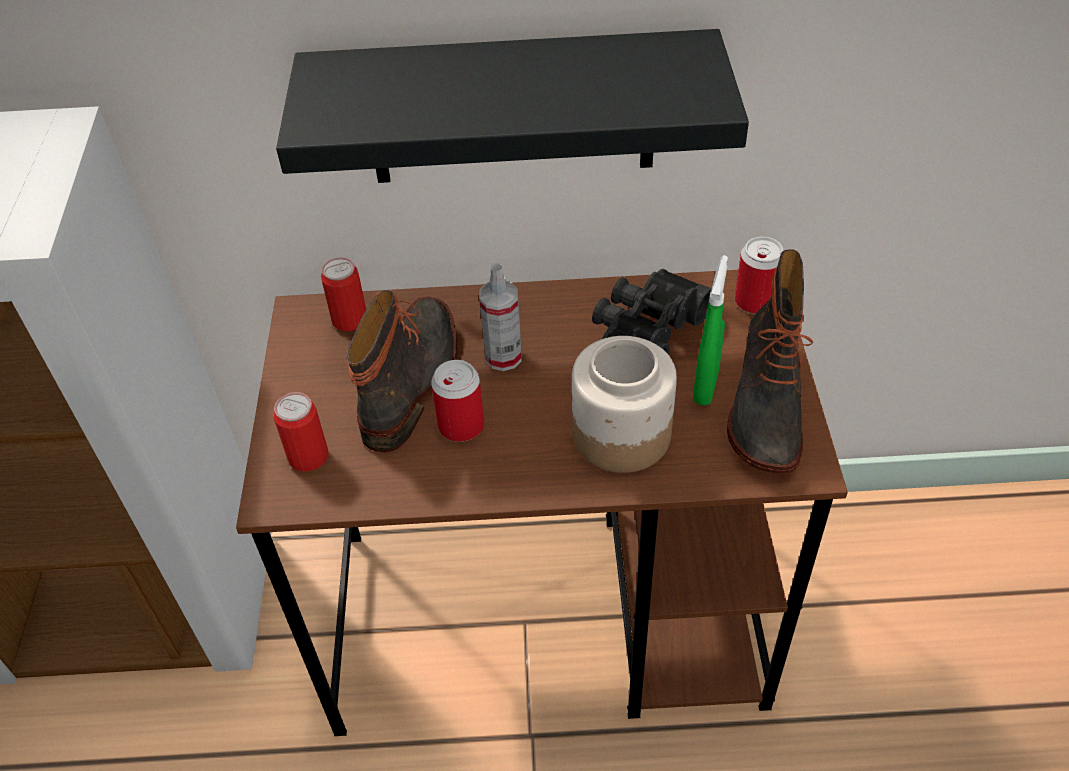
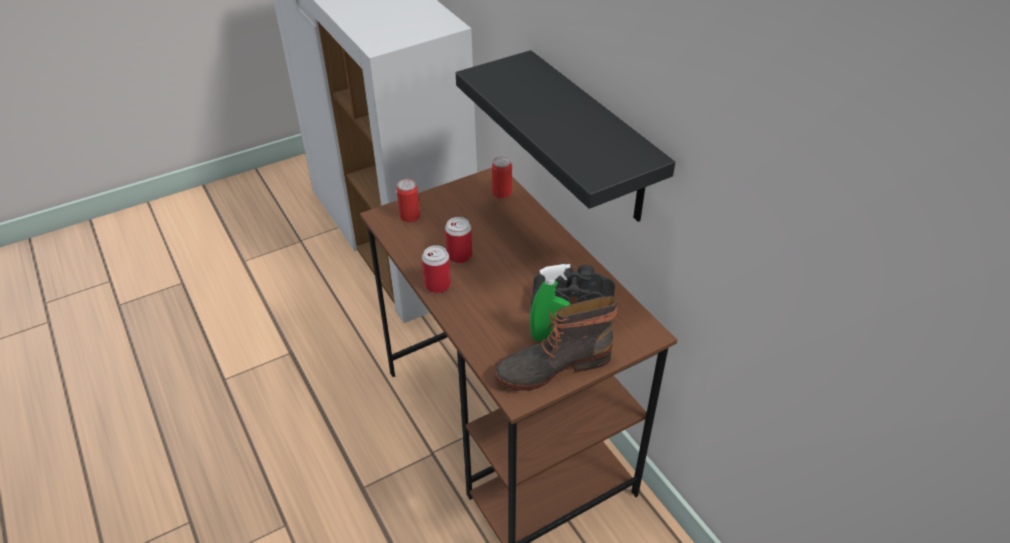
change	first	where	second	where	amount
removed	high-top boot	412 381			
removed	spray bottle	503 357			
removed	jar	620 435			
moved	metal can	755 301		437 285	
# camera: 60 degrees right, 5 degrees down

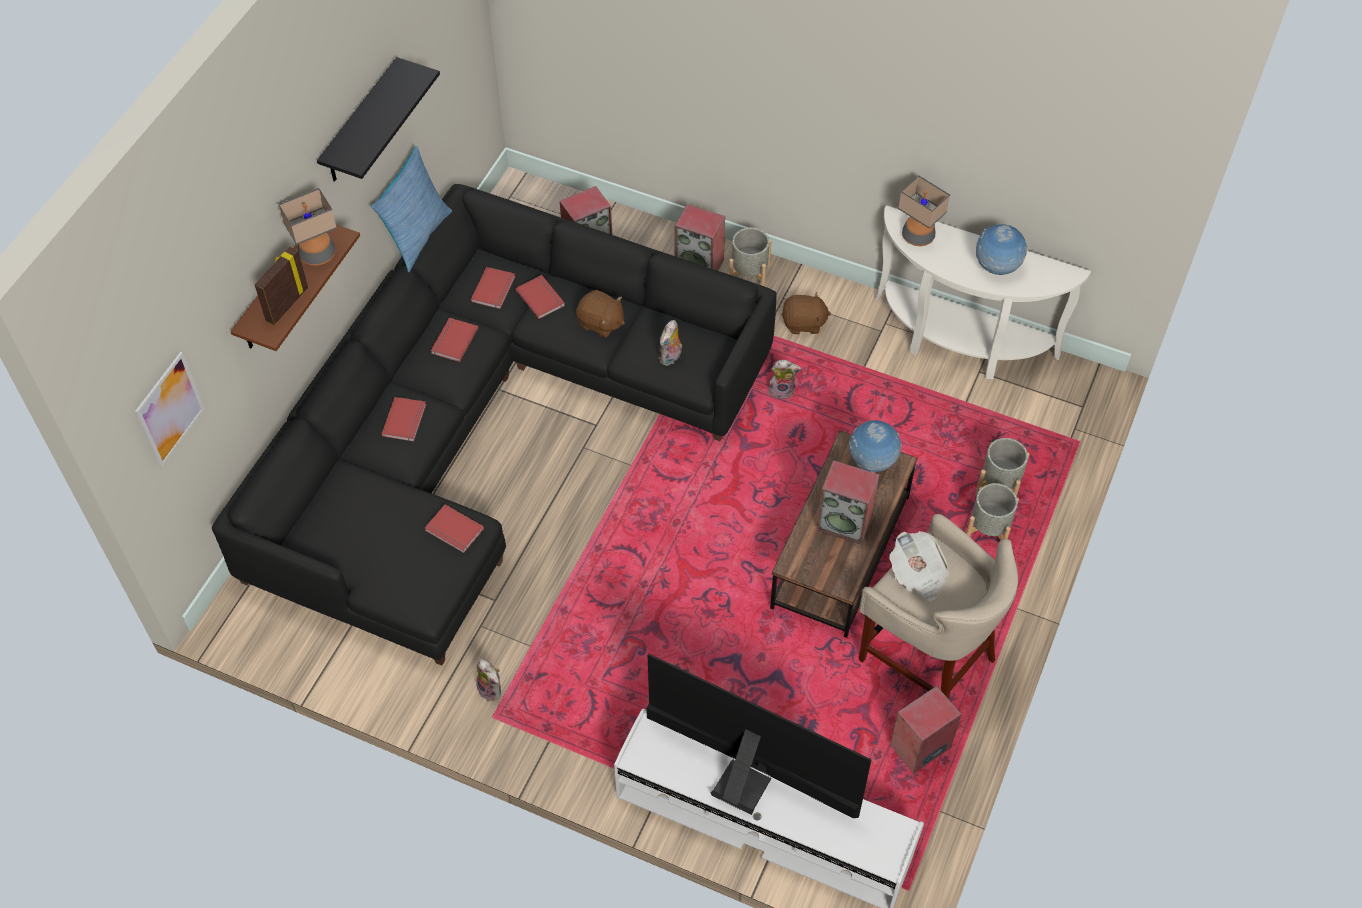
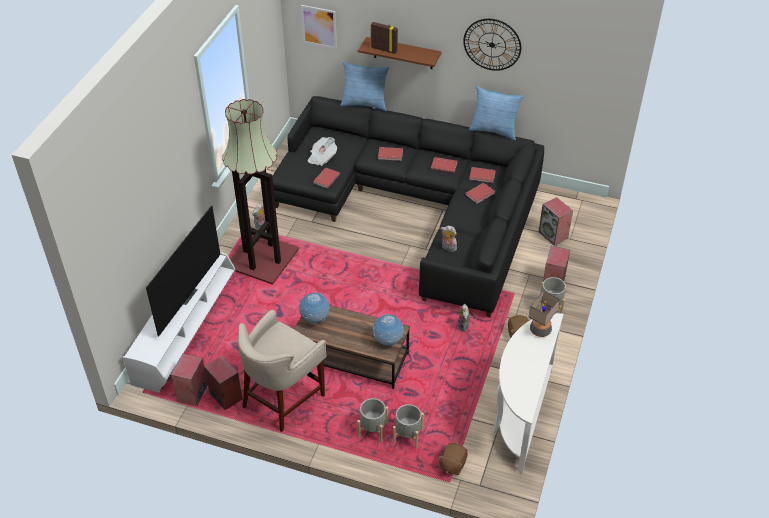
change	first	where	second	where	amount
removed	lamp for a table	318 254			
added			standard lamp	263 258	
added			pillow	364 103	
moved	brown plush toy	601 323		452 464	
moved	loudspeaker	845 522		193 393	
moved	newspaper	918 575		322 158	
moved	world globe	997 268		315 319	
replaced	blackish shelf	360 123	wall clock	492 44	
# camera: 85 degrees right, 10 degrees down

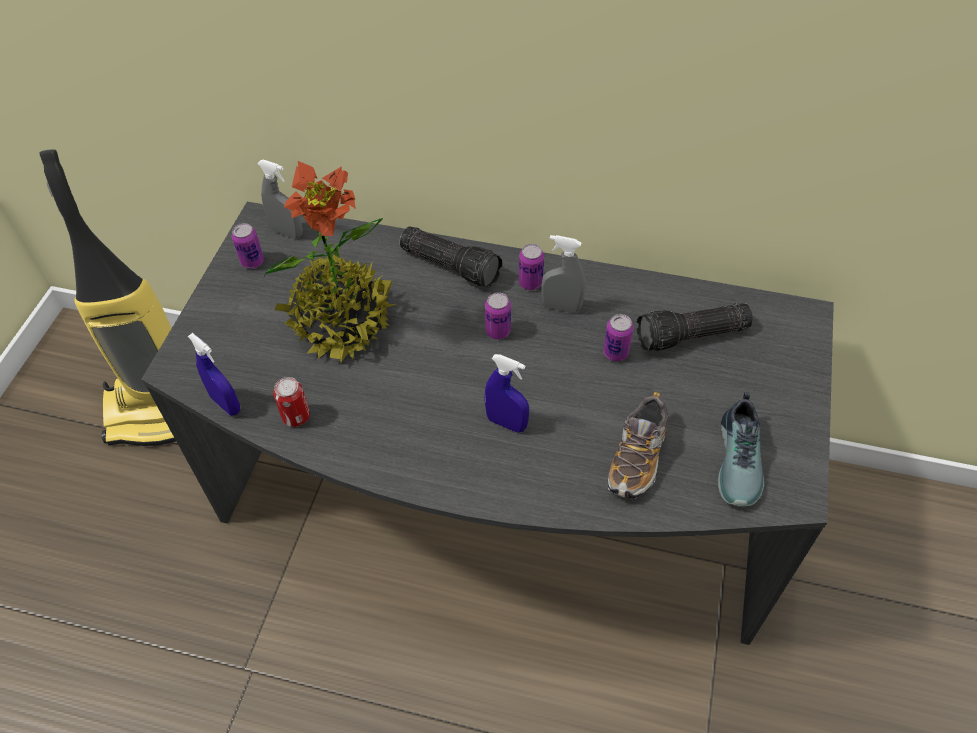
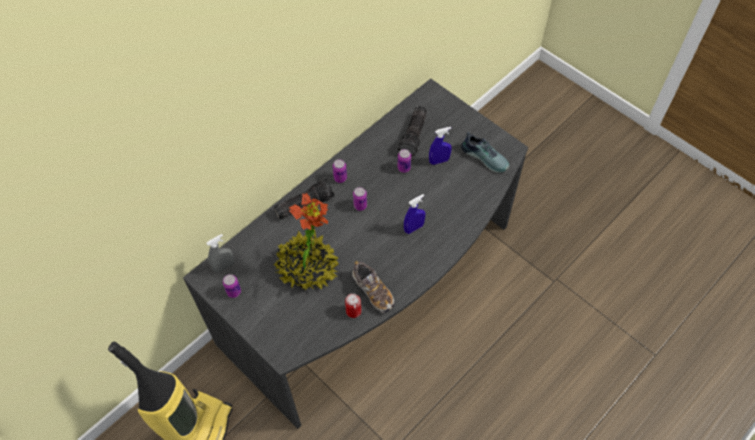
change	first	where	second	where	amount
removed	grey spray bottle	561 307			
moved	blue spray bottle	226 404		439 161	
moved	item of footwear	637 458		373 291	
# camera: 60 degrees left, 5 degrees up

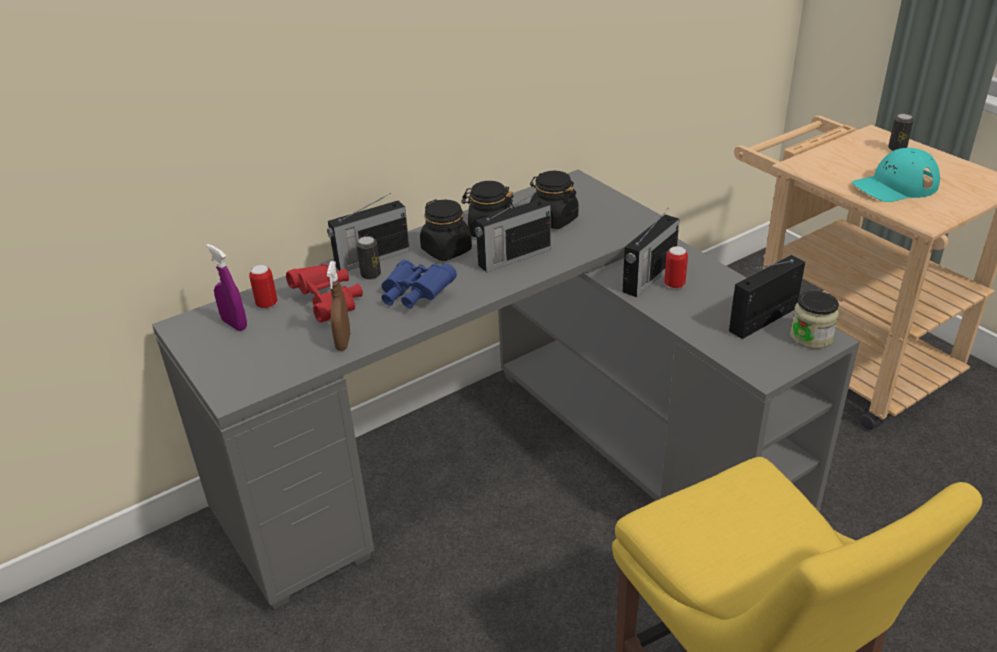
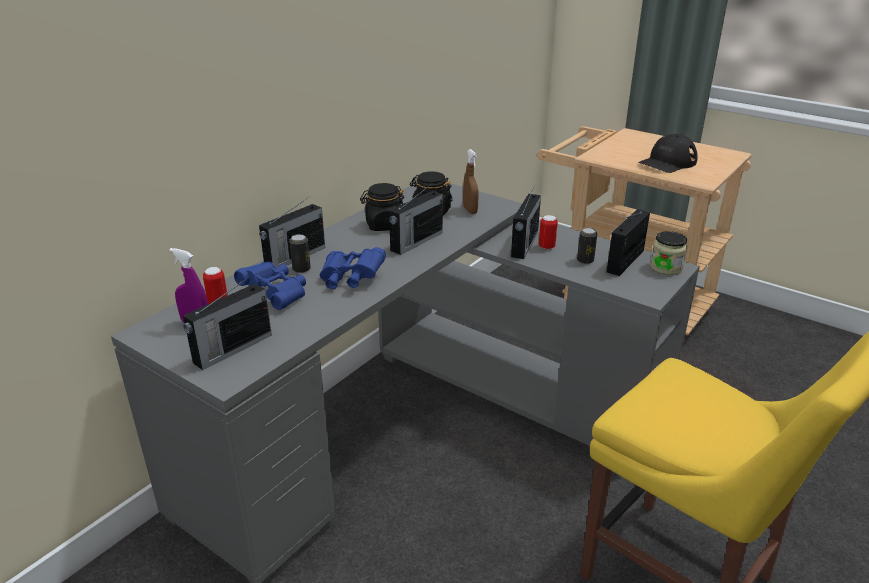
change	first	where	second	where	amount
removed	blackish jar	447 250			
added			radio	231 349	
moved	brown spray bottle	343 342		470 210	
moved	metal can	897 149		585 260	
recoloured	reddish pair of binoculars	329 302	blue pair of binoculars	276 294	
recoloured	turquoise cap	895 186	blackish cap	667 162	
# camera: 20 degrees left, 5 degrees down

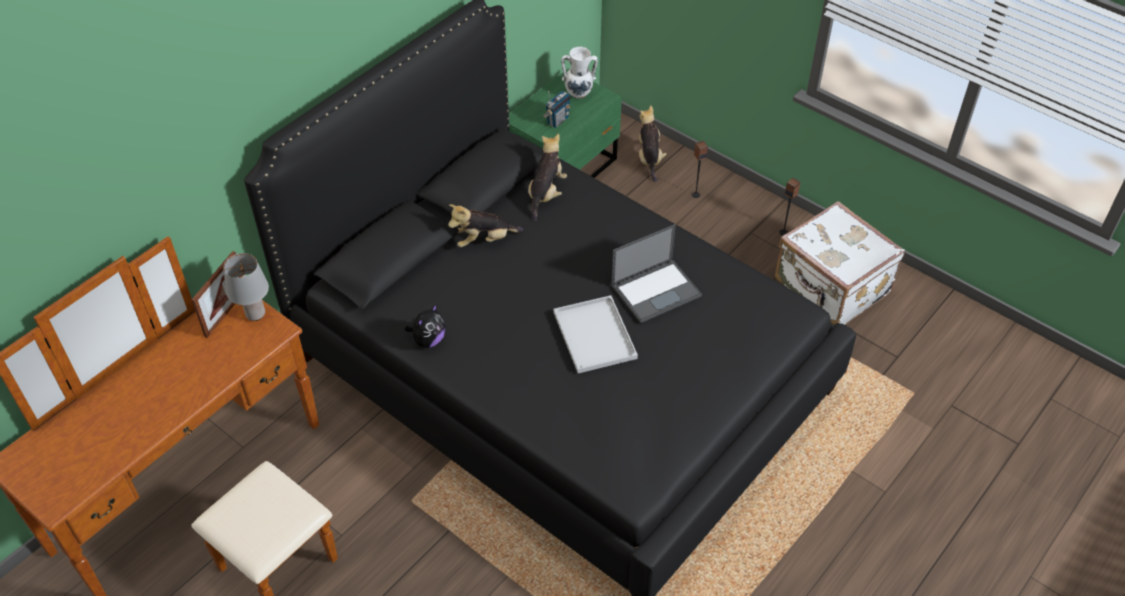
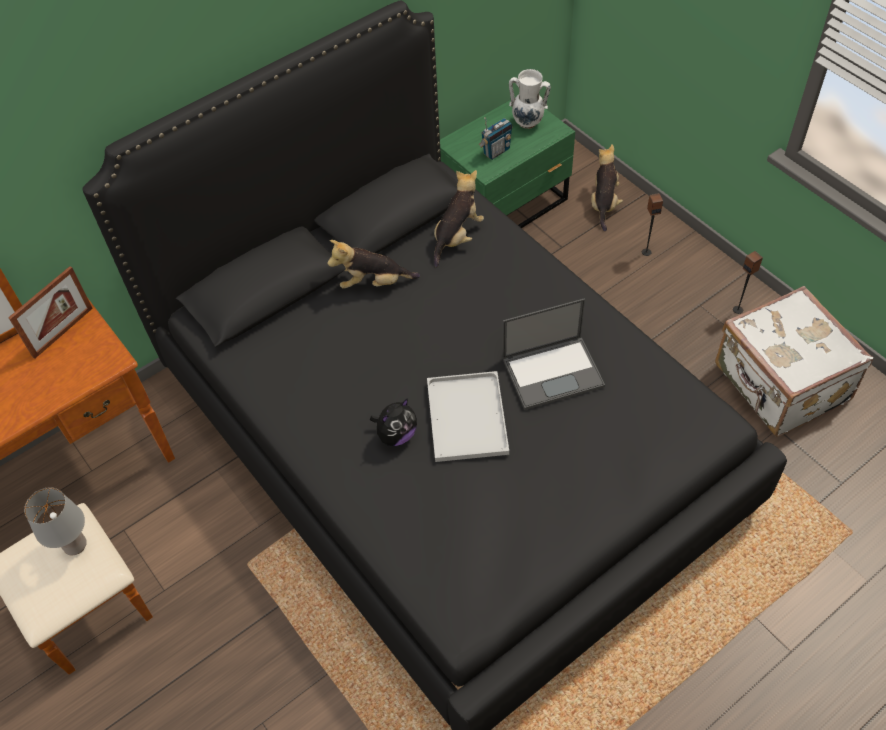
change	first	where	second	where	amount
moved	grey lamp for a table	255 315		75 546	
moved	plush toy	428 340		396 435	
# camera: 15 degrees right, 5 degrees up

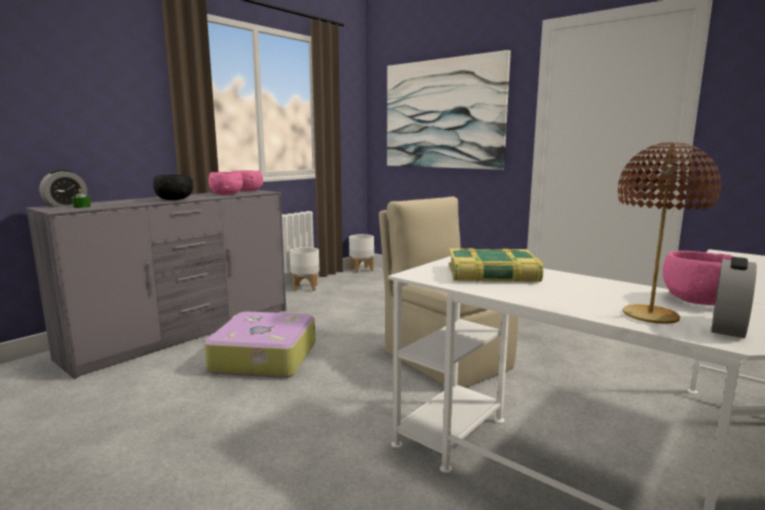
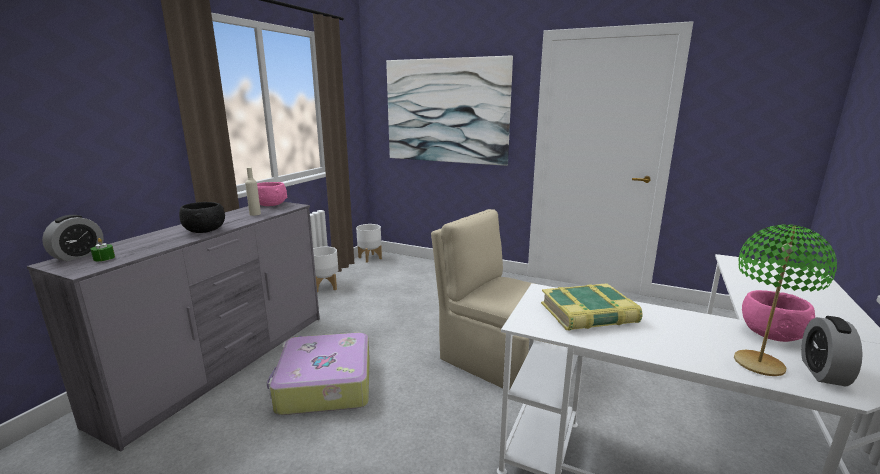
change	first	where	second	where	amount
replaced	pink-coloured bowl	227 194	beige-coloured drink bottle	255 214	
recoloured	brown lamp for a table	649 316	green-coloured lamp for a table	758 364	
# camera: 15 degrees left, 5 degrees up

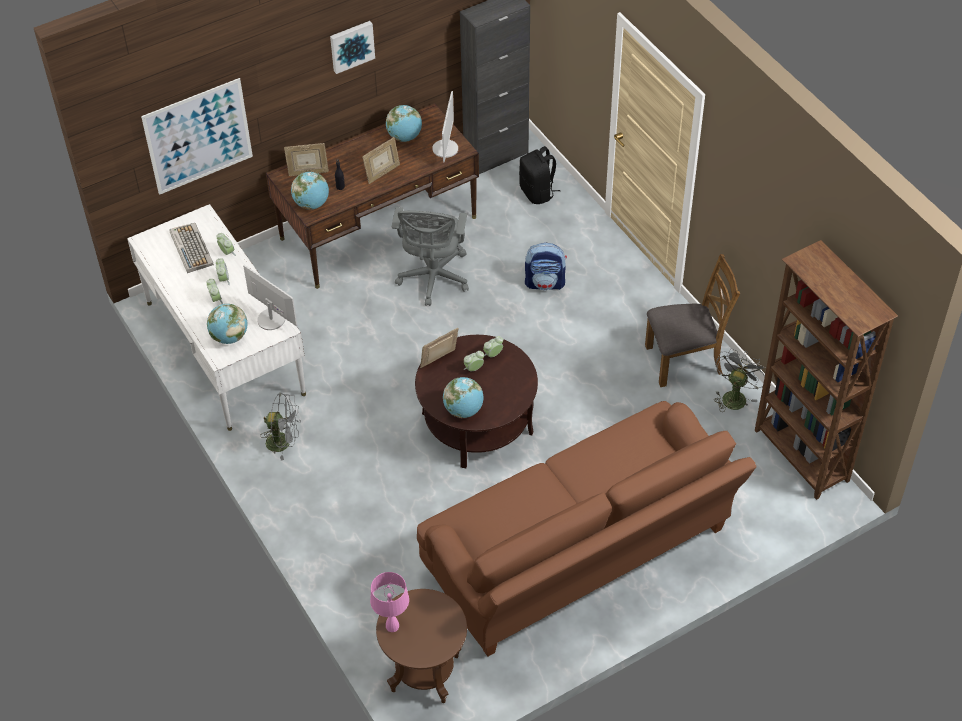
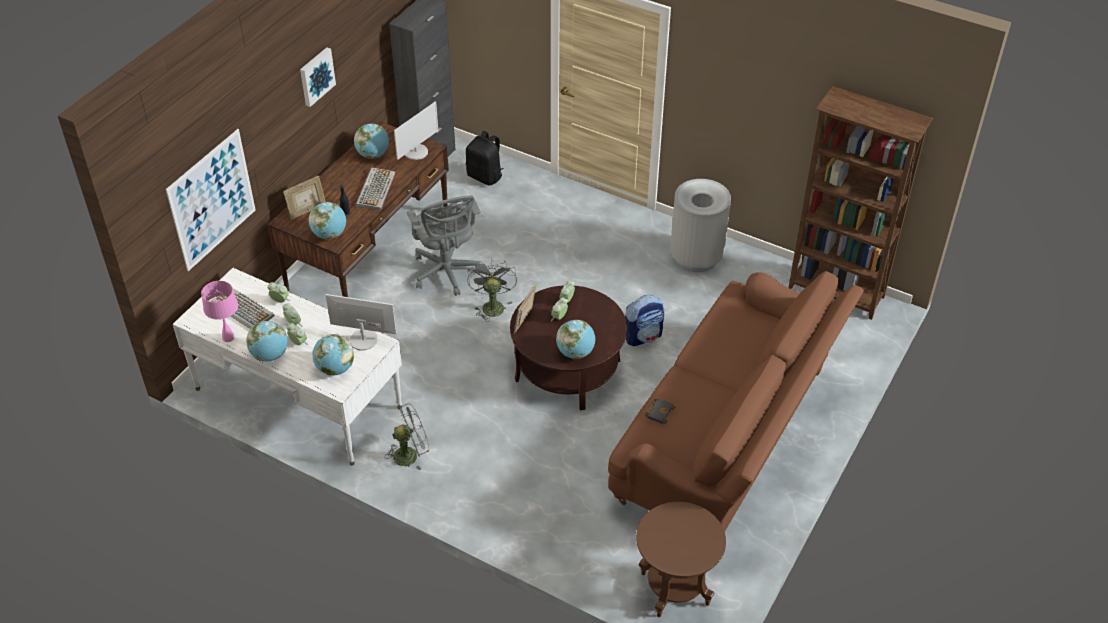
change	first	where	second	where	amount
added			world globe	270 355	
added			blackish bound book	659 412	
moved	pink-coloured lamp for a table	392 626		228 337	
moved	knapsack	545 283		643 336	
moved	grey fan	735 396		492 305	
replaced	photo frame	382 173	keyboard	375 189	
replaced	brown chair	684 360	grey rubbish bin	696 257	
turned	monitor	445 148		416 152	60 degrees clockwise
# camera: 30 degrees left, 5 degrees down

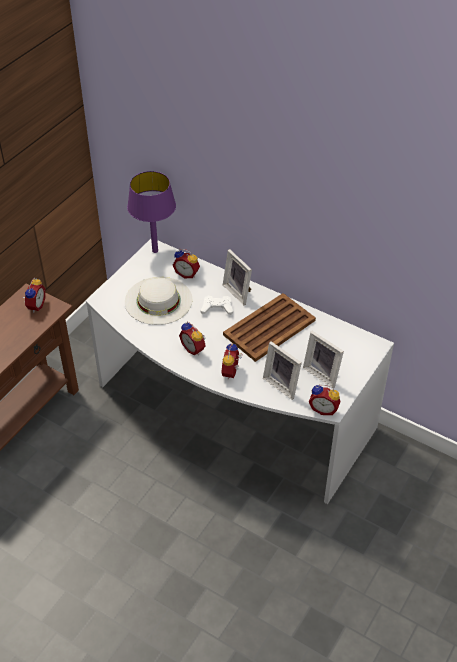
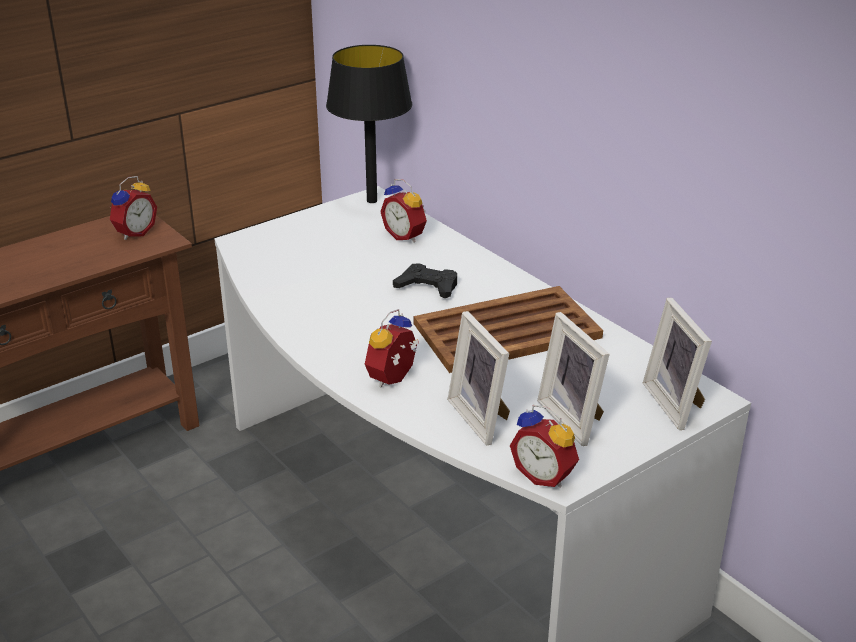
change	first	where	second	where	amount
removed	whitish wearable hat	158 300			
removed	alarm clock	194 348			
moved	photo frame	239 292		677 403	
recoloured	purplish lamp for a table	155 251	blackish lamp for a table	372 201	
recoloured	whitish joypad	217 308	blackish joypad	427 287	
# camera: 20 degrees right, 15 degrees down

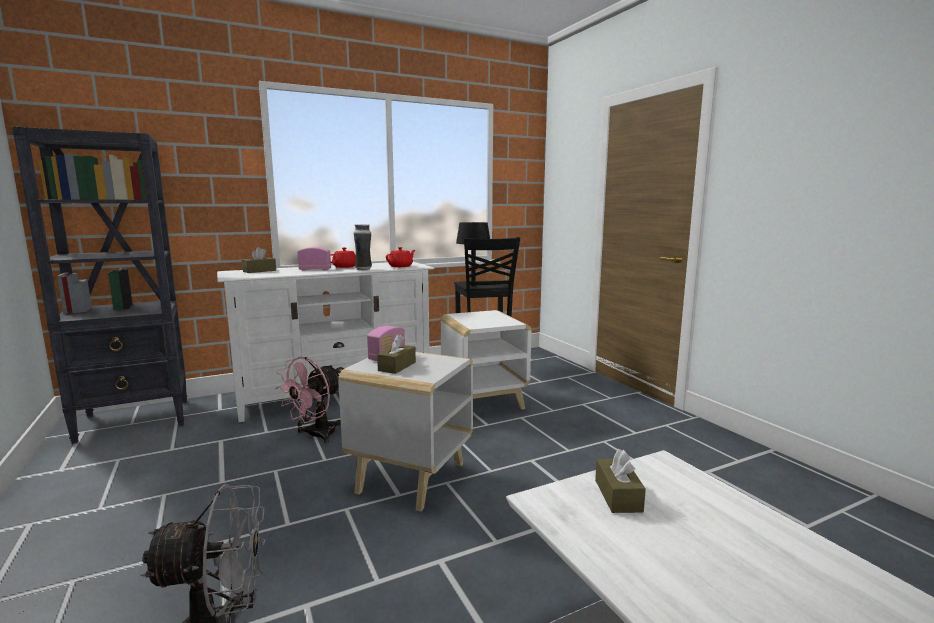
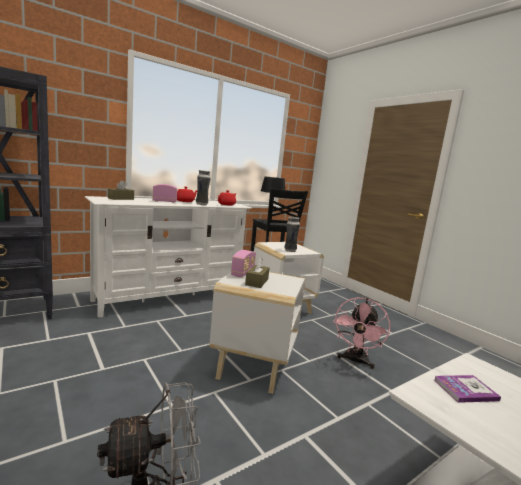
change	first	where	second	where	amount
added			flower vase	290 250	
moved	pink-coloured fan	315 435		355 361	
replaced	brown tissue box	618 495	bound book	465 390	
# camera: 10 degrees left, 0 degrees up

